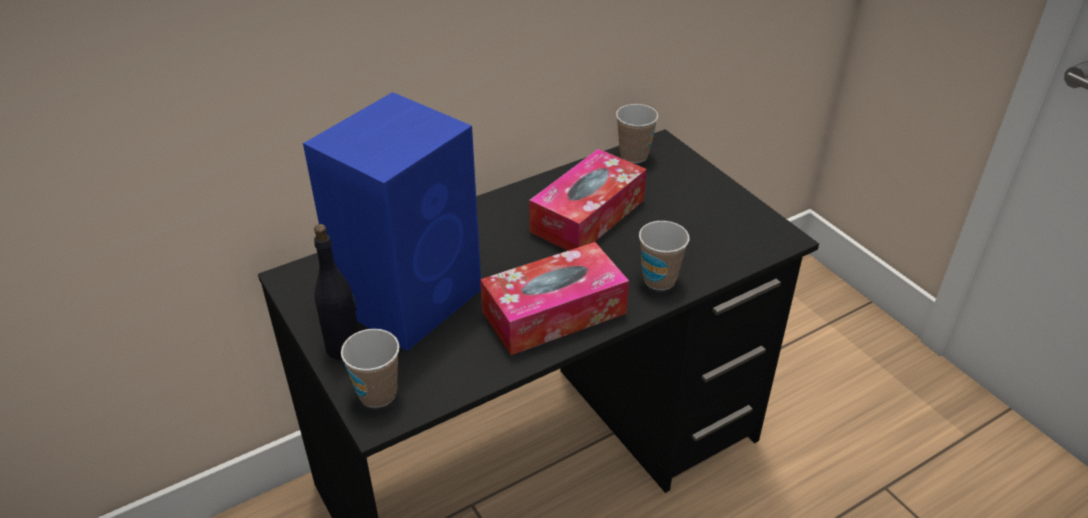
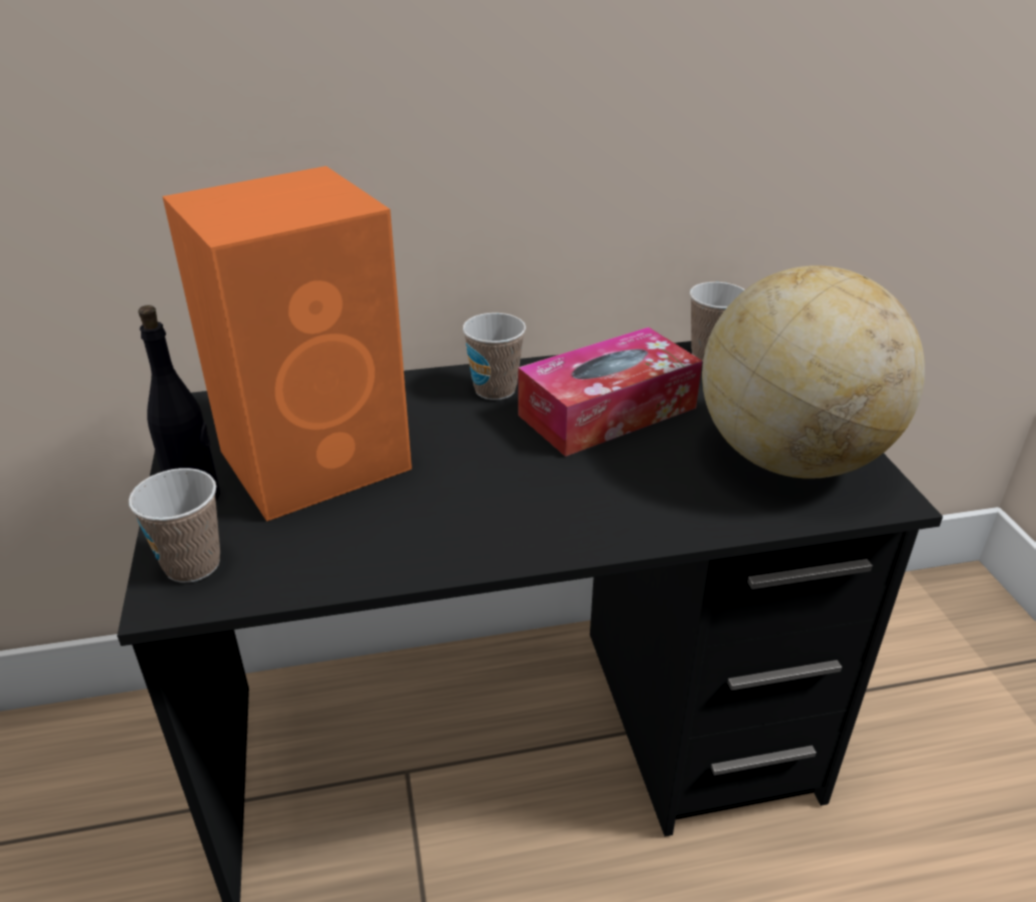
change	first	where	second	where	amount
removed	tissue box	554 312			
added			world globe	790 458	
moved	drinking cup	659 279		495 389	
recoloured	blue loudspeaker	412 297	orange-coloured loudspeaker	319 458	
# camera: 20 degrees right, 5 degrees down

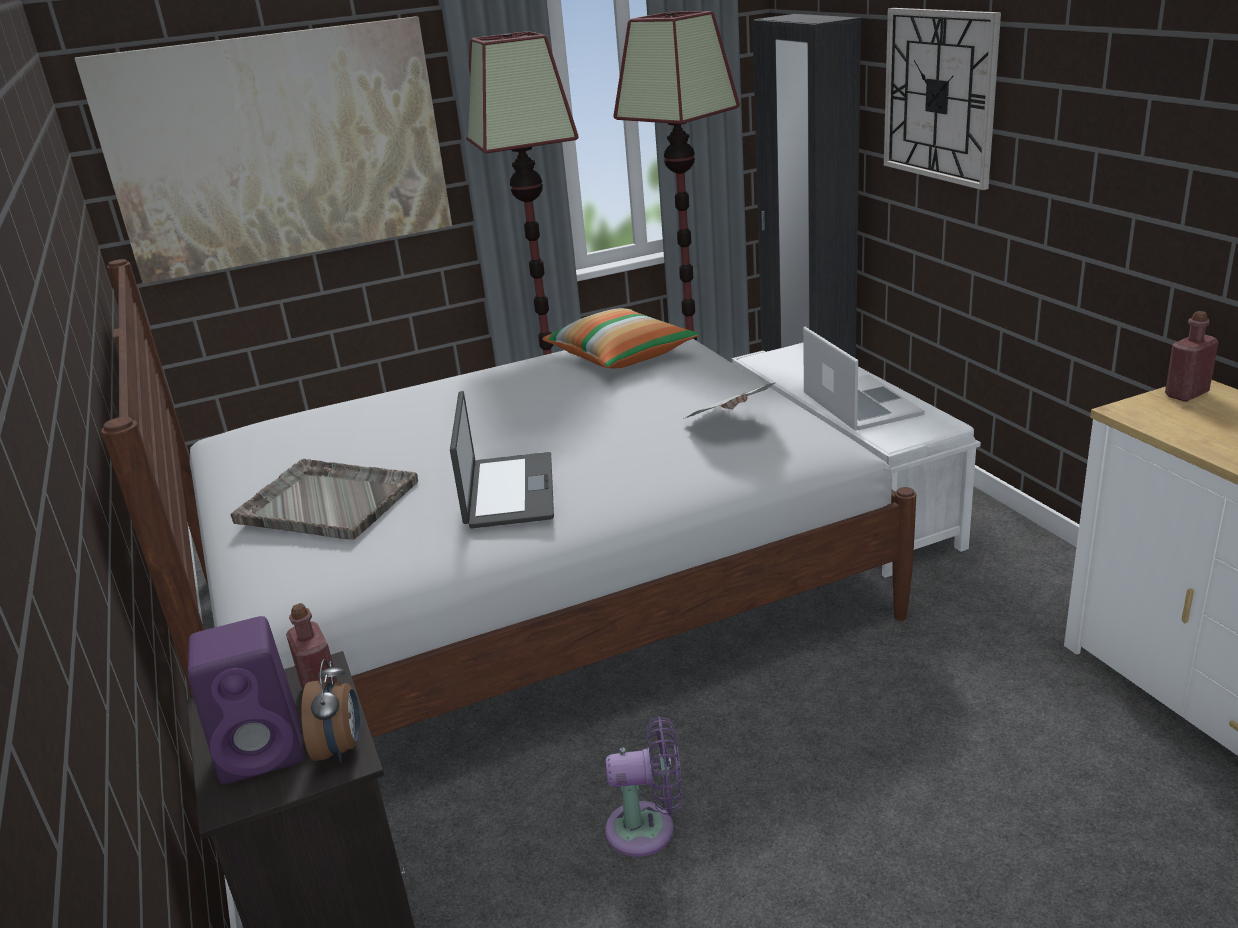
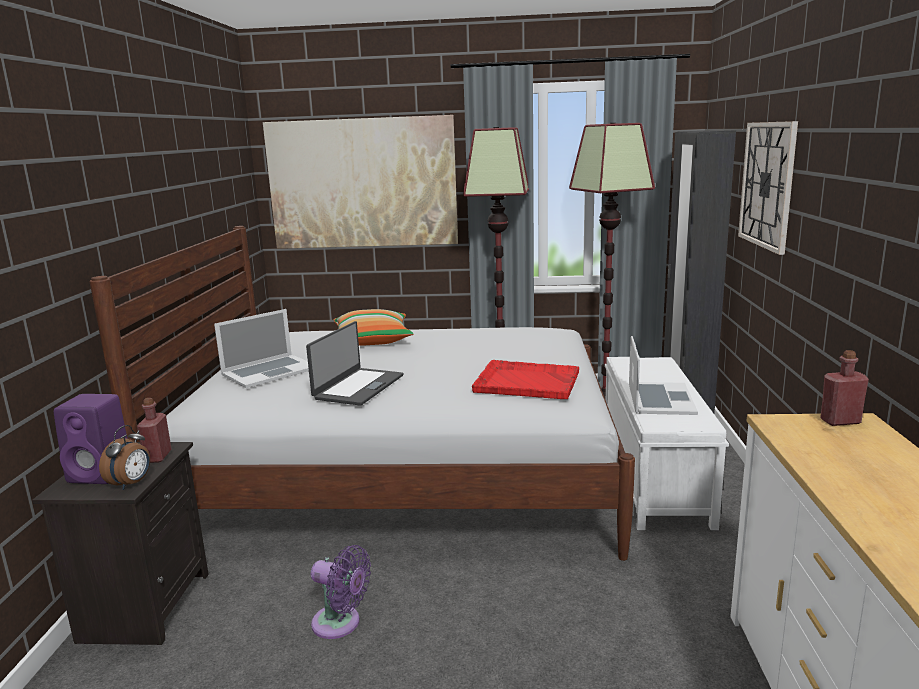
change	first	where	second	where	amount
moved	pillow	621 356		372 340	
replaced	grey tray	326 502	laptop	269 371	
replaced	newspaper	729 424	reddish tray	526 382	
# camera: 25 degrees right, 10 degrees down

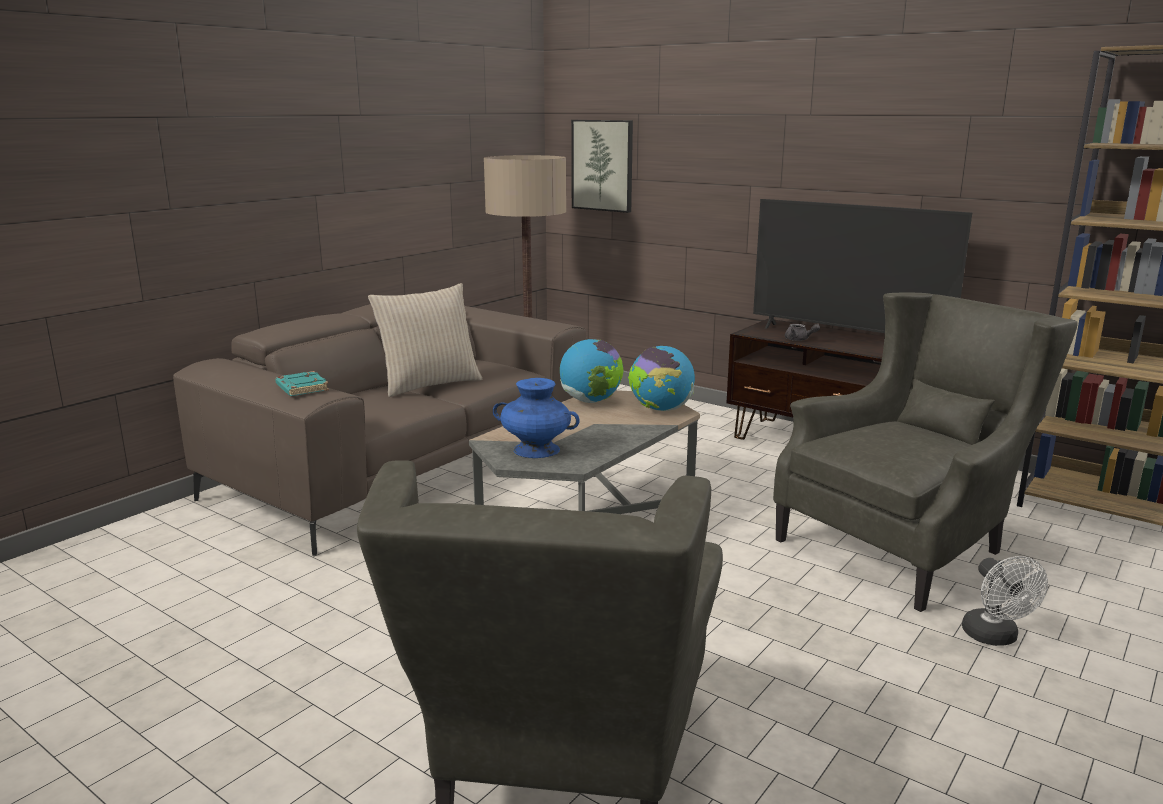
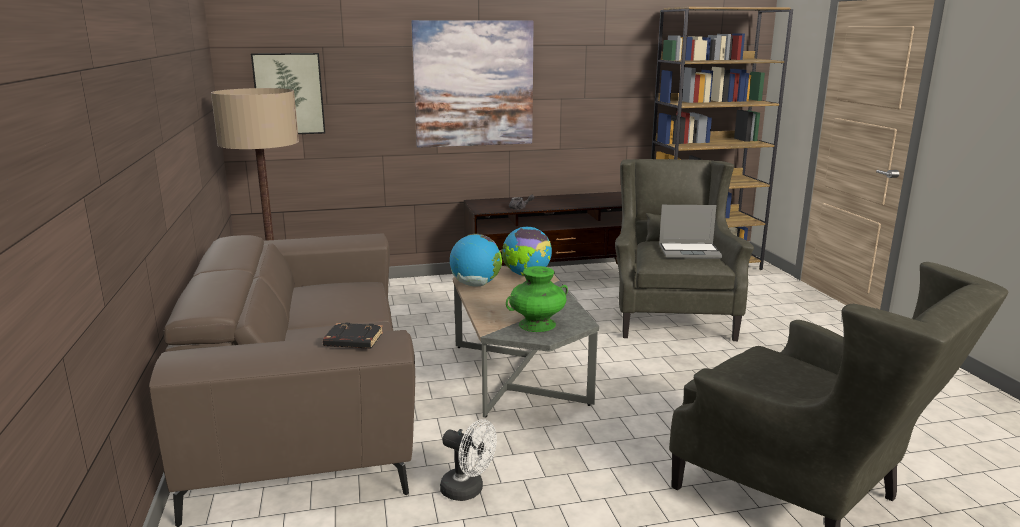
change	first	where	second	where	amount
removed	beige-coloured pillow	429 384			
removed	TV	847 338			
added			wall art	473 84	
added			laptop	690 252	
moved	whitish fan	995 638		468 491	
recoloured	turquoise bound book	301 388	blackish bound book	352 341	
recoloured	blue flower vase	536 450	green-coloured flower vase	537 325	
# camera: 50 degrees left, 0 degrees up

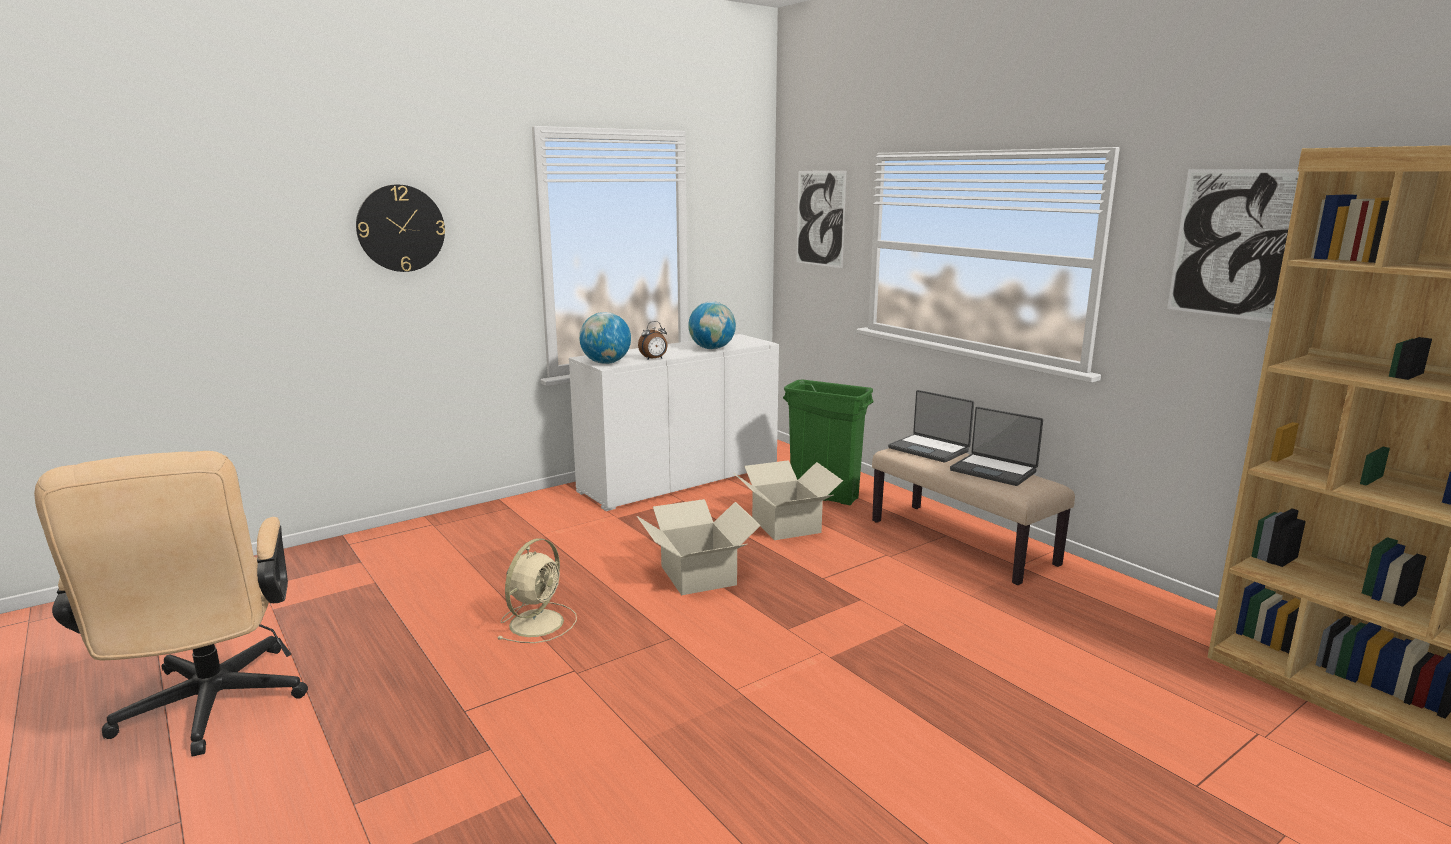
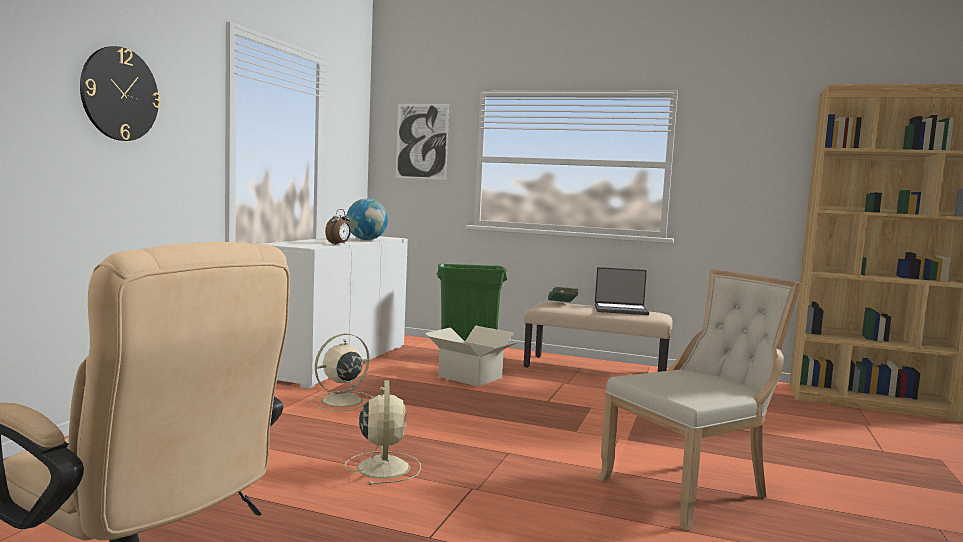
change	first	where	second	where	amount
removed	world globe	606 363			
removed	cardboard box	699 575			
removed	wall art	1232 244			
added			beige-coloured fan	340 401	
added			beige-coloured chair	691 490	
replaced	laptop	929 449	green-coloured bound book	562 304	
# camera: 35 degrees left, 10 degrees down

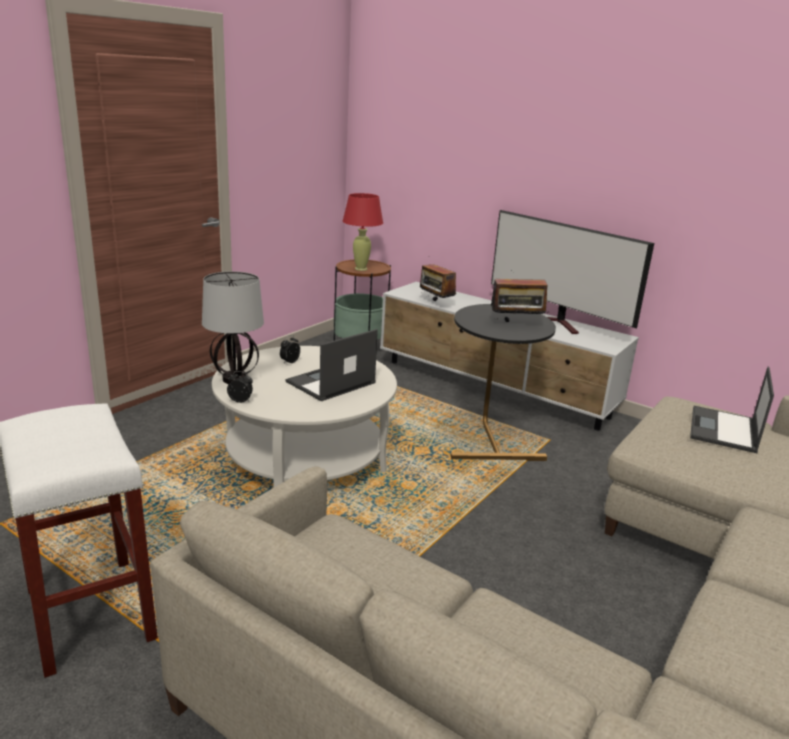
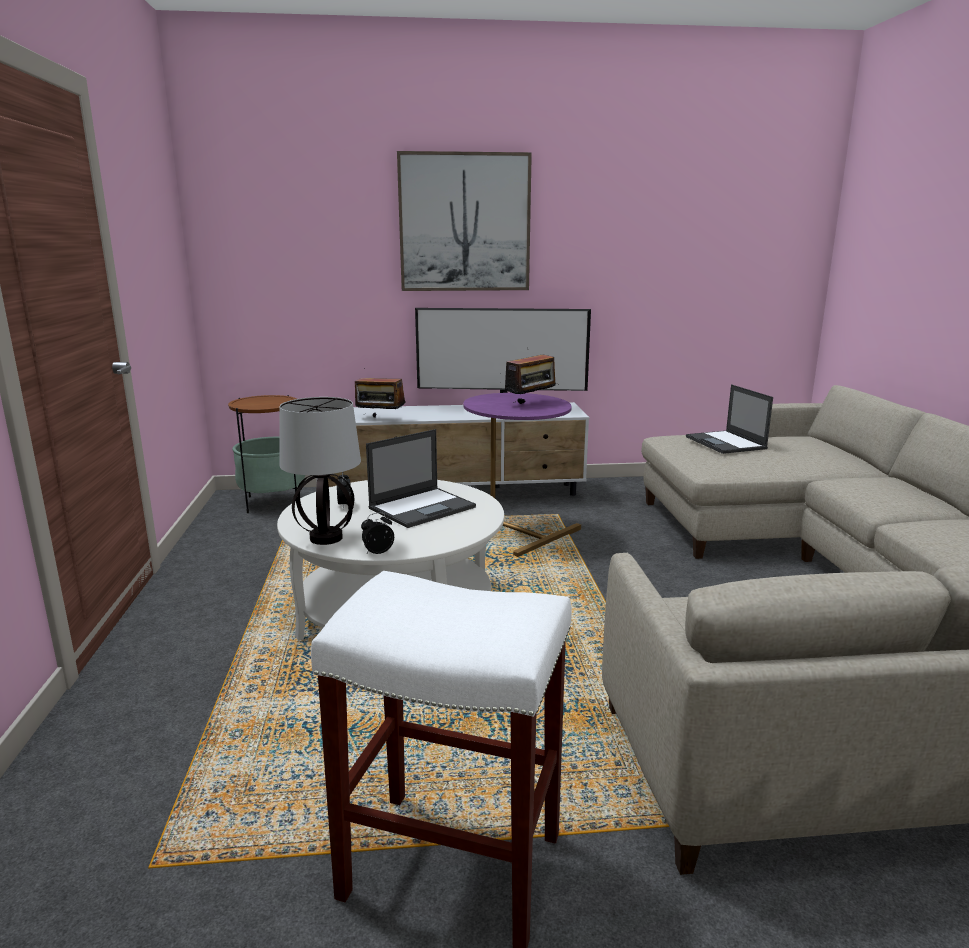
change	first	where	second	where	amount
removed	reddish lamp for a table	360 269			
added			wall art	464 223	
recoloured	blackish side table	490 438	purplish side table	516 530	
turned	laptop	330 383		423 507	135 degrees counterclockwise
# camera: 40 degrees left, 5 degrees down

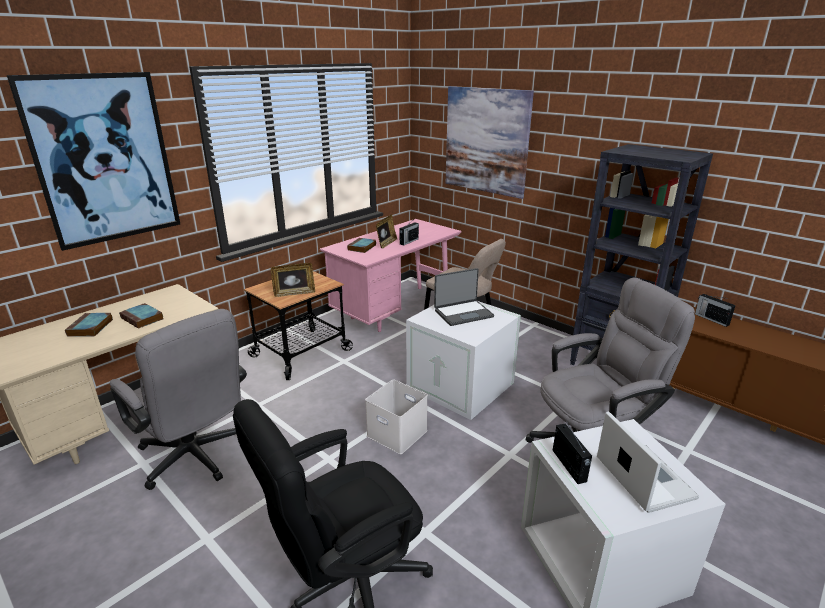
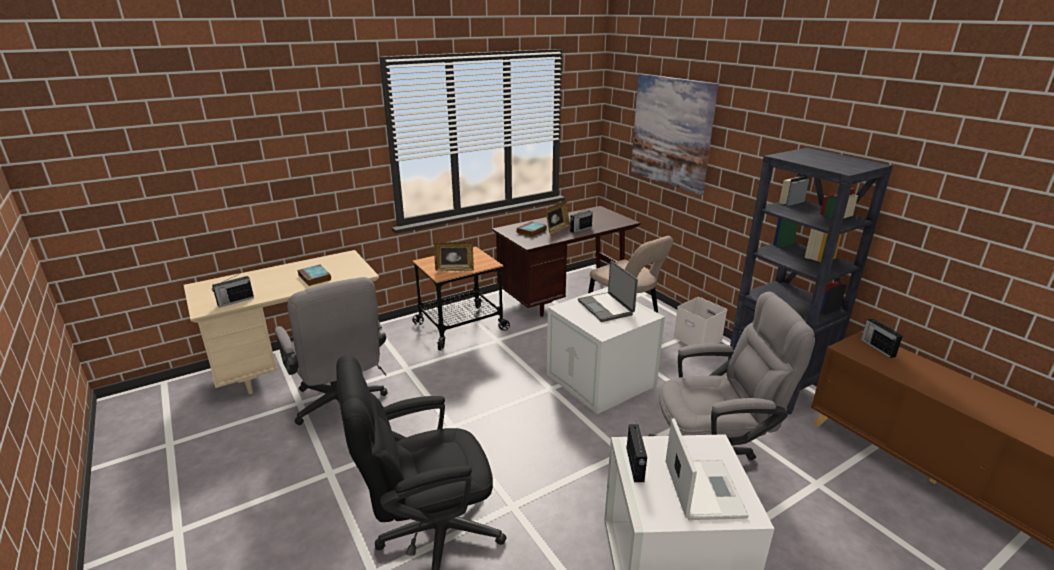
change	first	where	second	where	amount
removed	wall art	104 160			
removed	bound book	90 328			
added			radio	235 301	
moved	whitish storage box	395 433		696 338	
recoloured	pink-coloured desk unit	394 310	brown desk unit	564 297	
turned	laptop	463 313		606 307	75 degrees clockwise
# camera: 15 degrees right, 0 degrees up

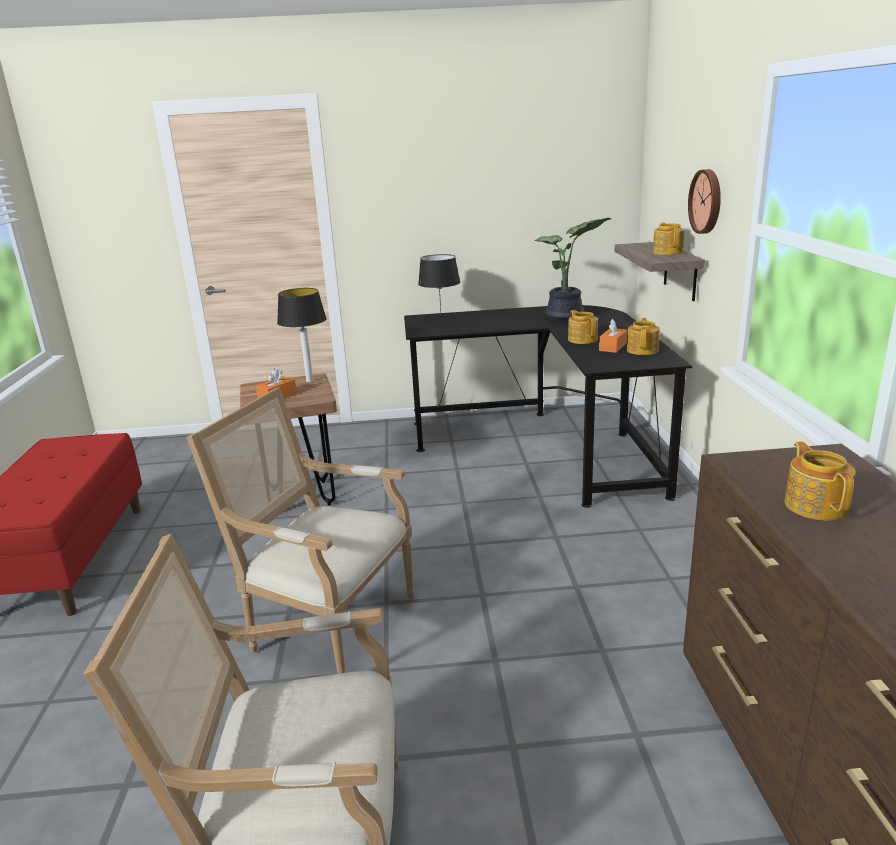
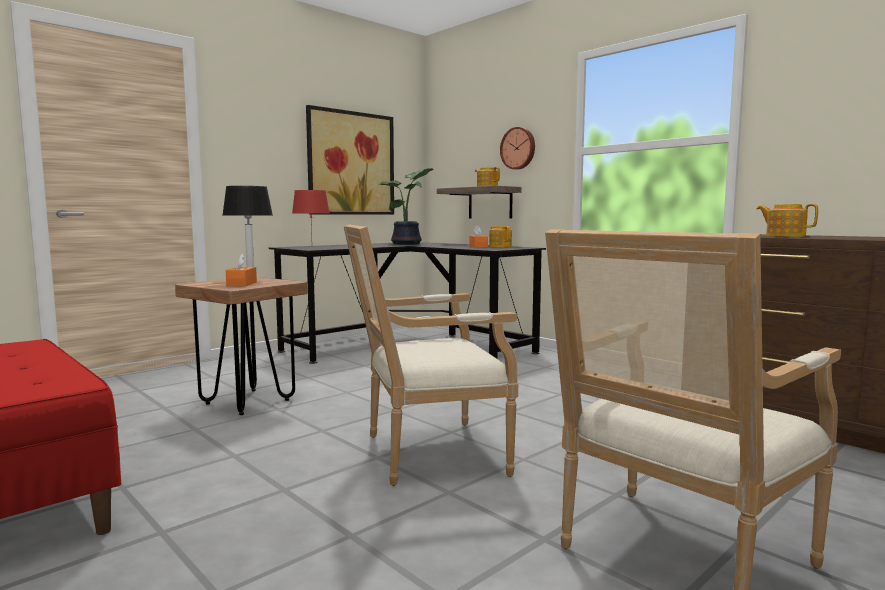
change	first	where	second	where	amount
removed	teapot	582 339			
added			wall art	351 163	
recoloured	blackish lamp for a table	441 320	reddish lamp for a table	311 247	
# camera: 40 degrees left, 15 degrees down

